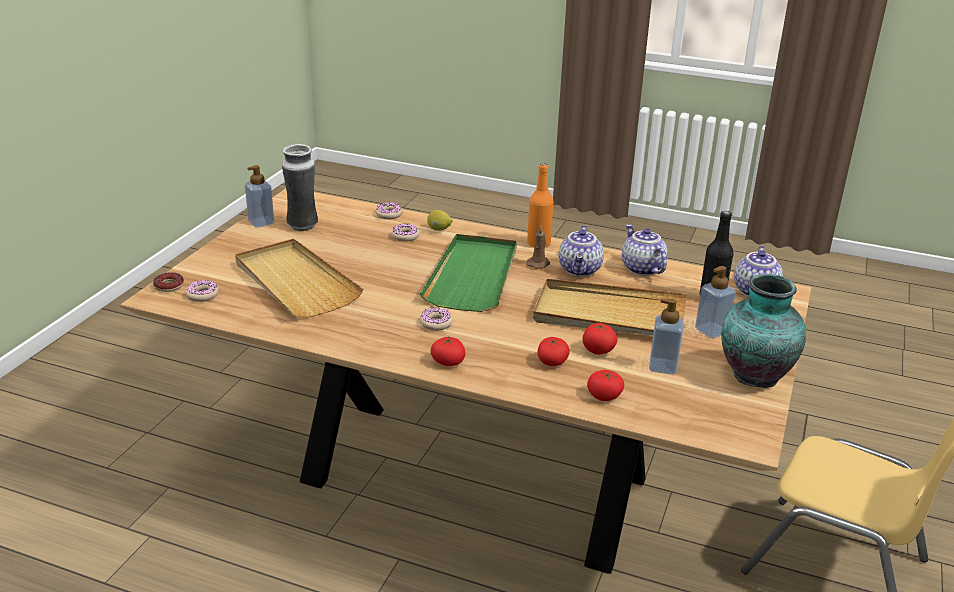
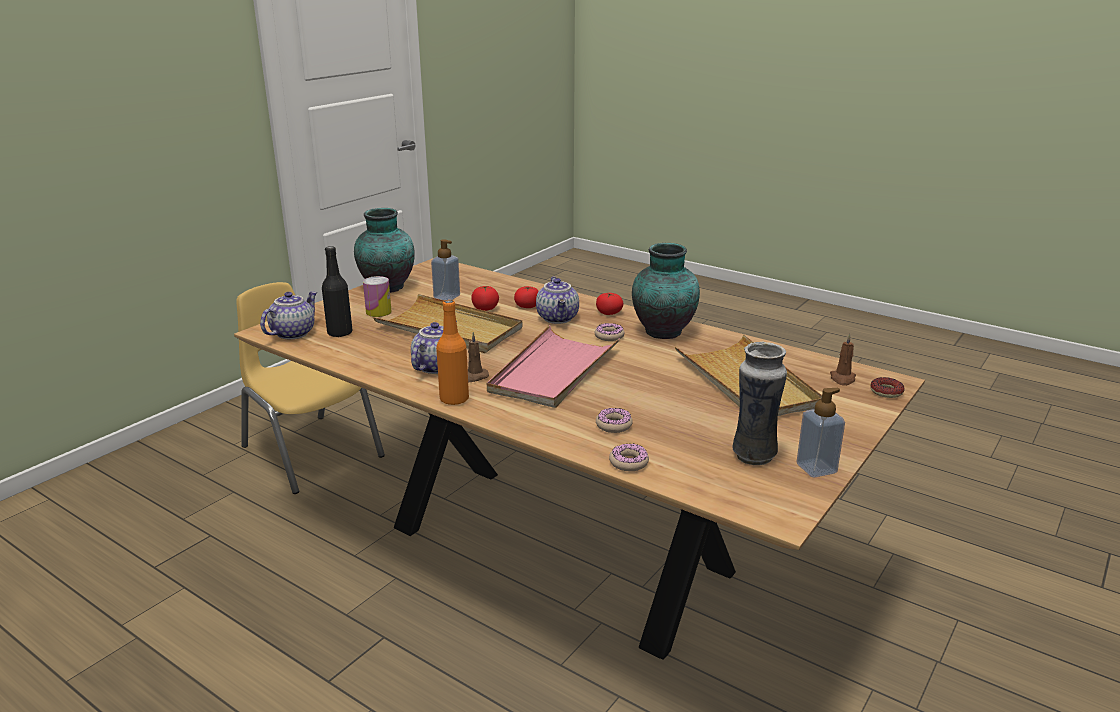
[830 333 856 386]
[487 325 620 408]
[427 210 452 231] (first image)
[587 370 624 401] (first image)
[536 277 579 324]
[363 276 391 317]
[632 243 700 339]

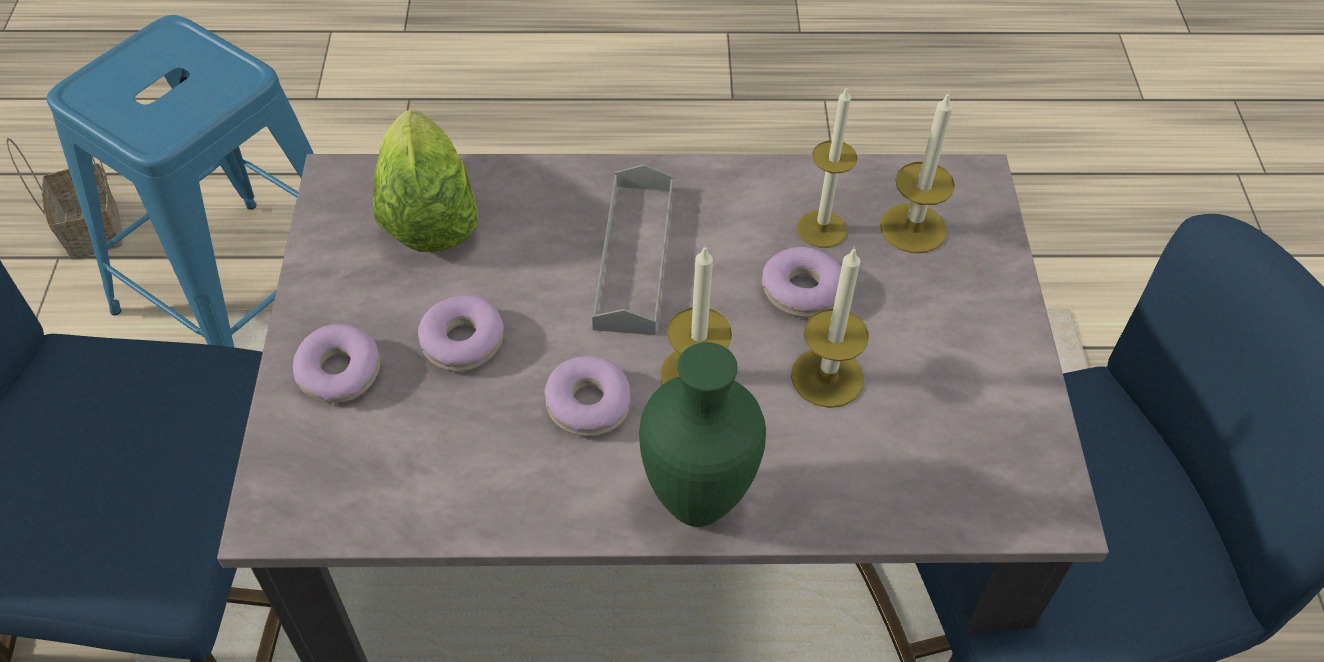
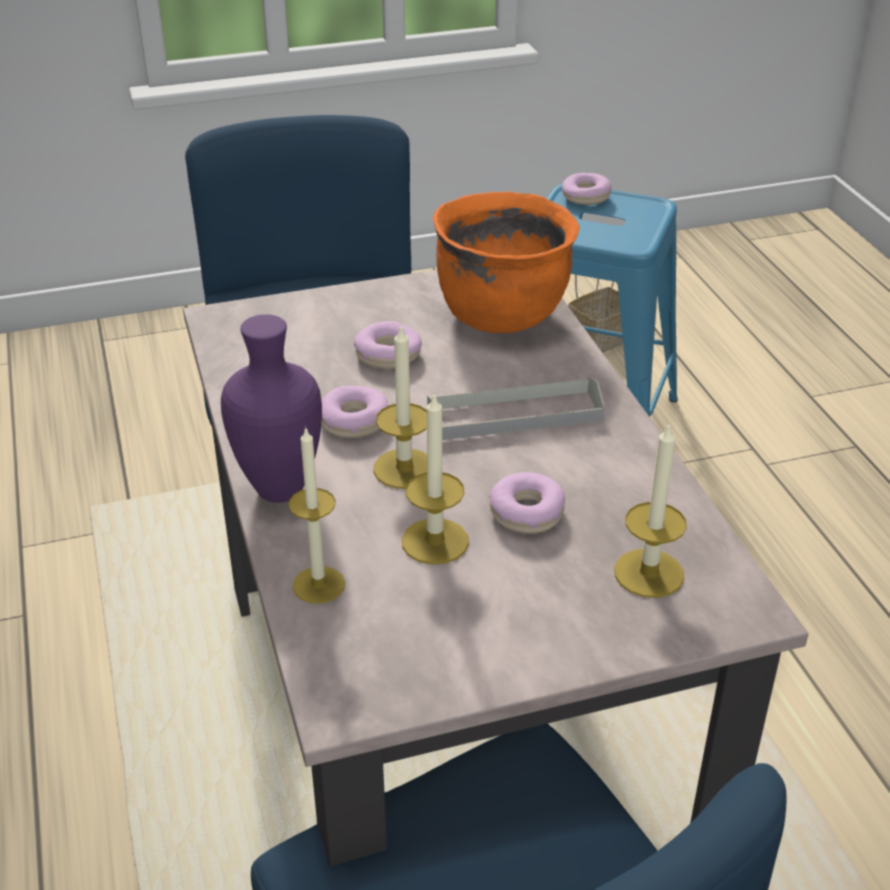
[562 173 612 205]
[433 191 580 333]
[221 314 322 503]
[288 426 345 603]

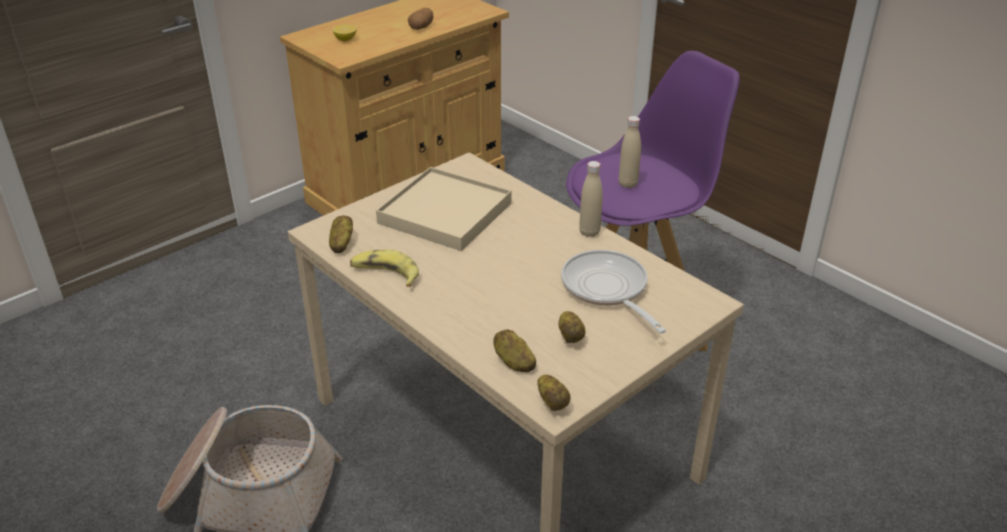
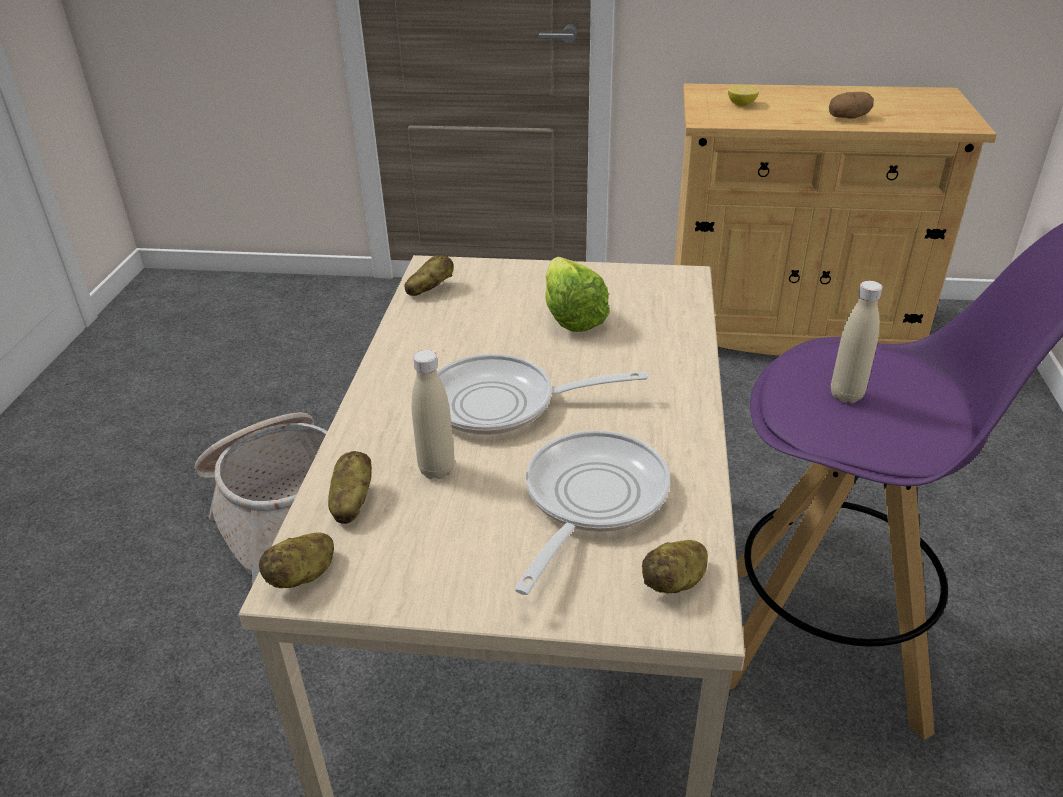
[350 249 419 287] (first image)
[545 257 610 332]
[642 540 708 593]
[412 350 455 479]
[437 354 648 435]

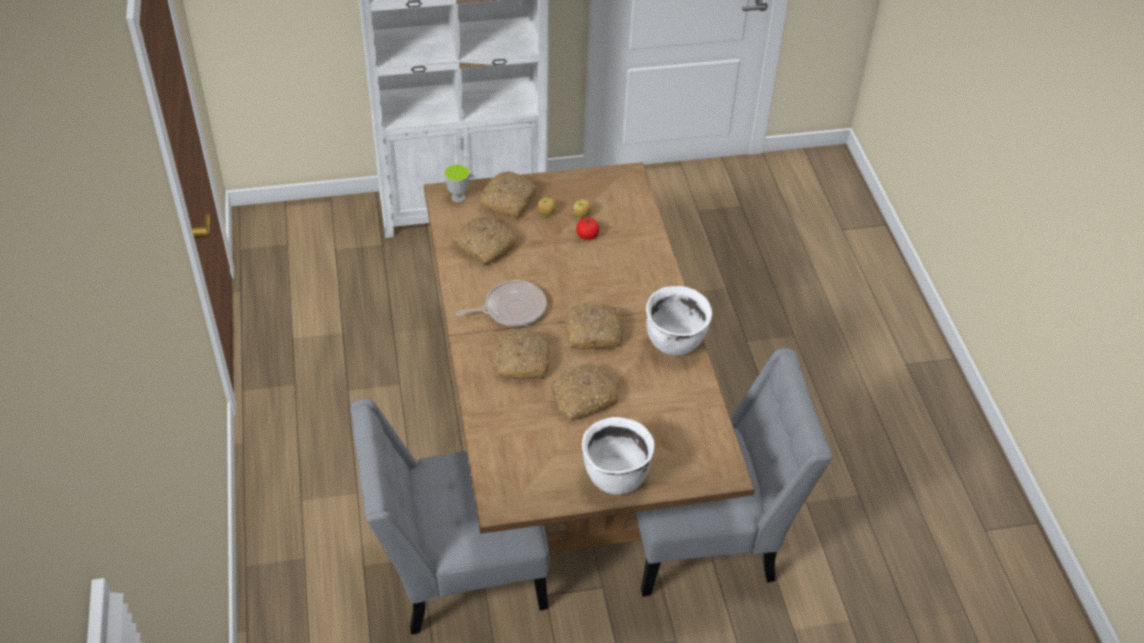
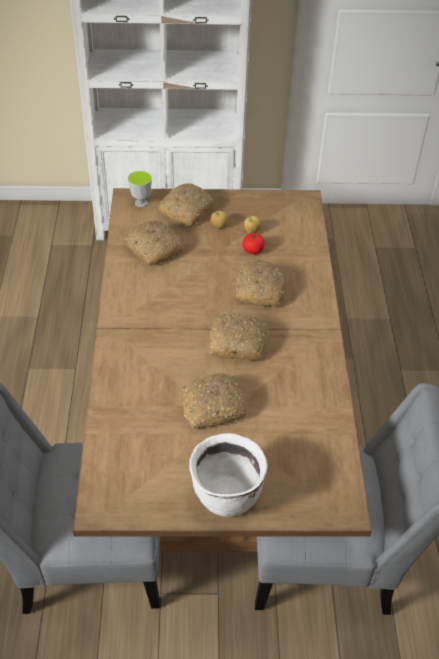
[456 280 546 327] (first image)
[236 260 286 307]
[646 286 712 356] (first image)

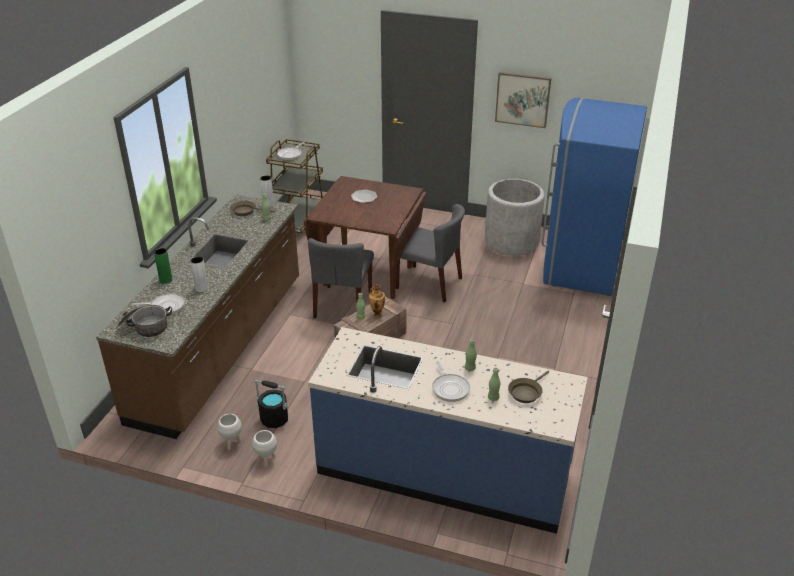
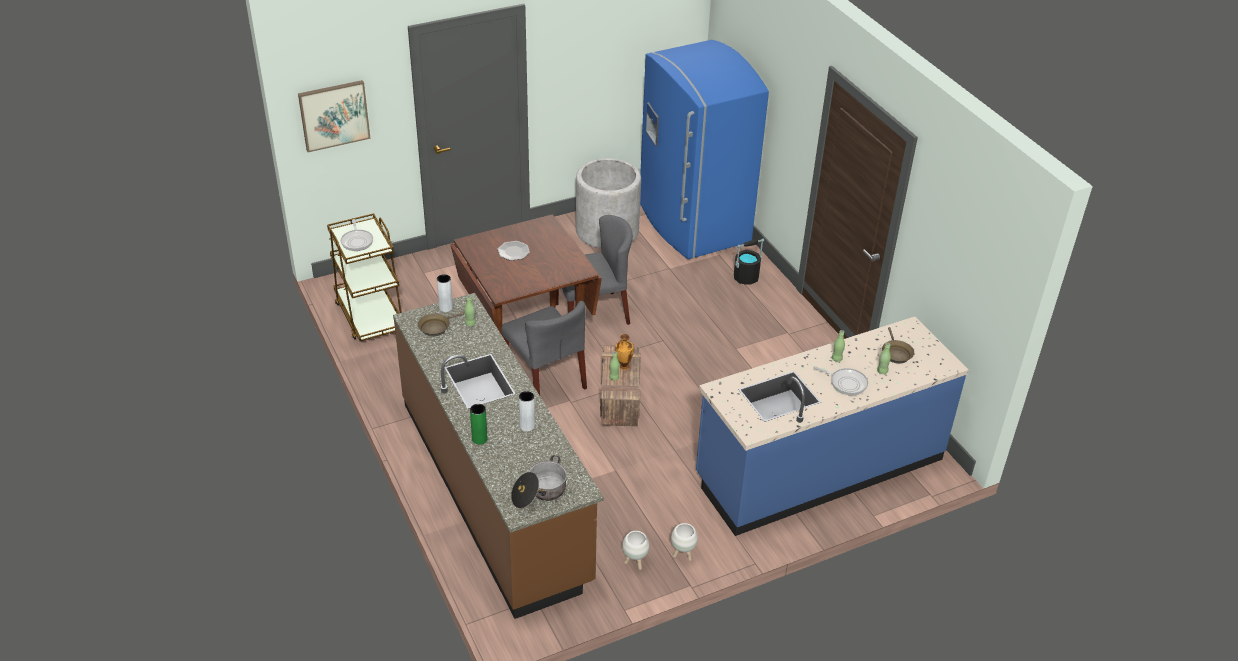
[132 293 185 315] (first image)
[734 239 764 285]
[298 80 371 152]

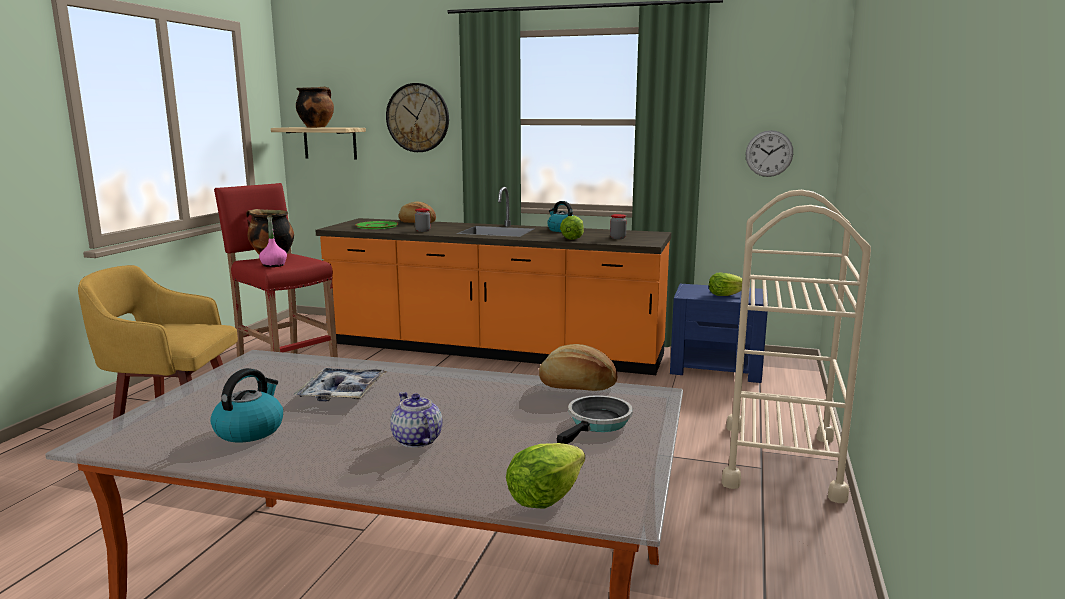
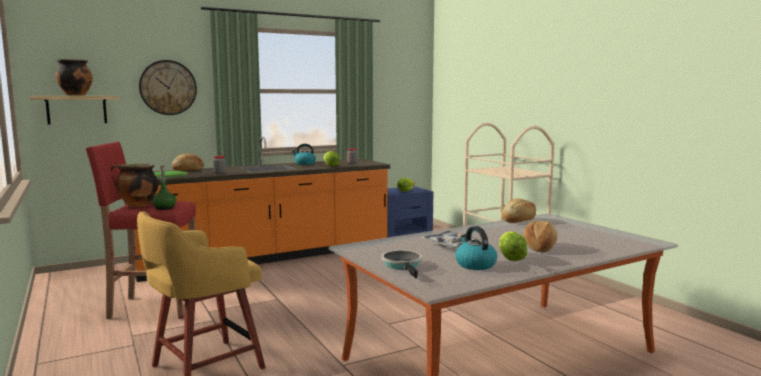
[152 165 176 210]
[524 221 557 253]
[499 231 528 261]
[382 250 422 279]
[745 130 793 177] (first image)

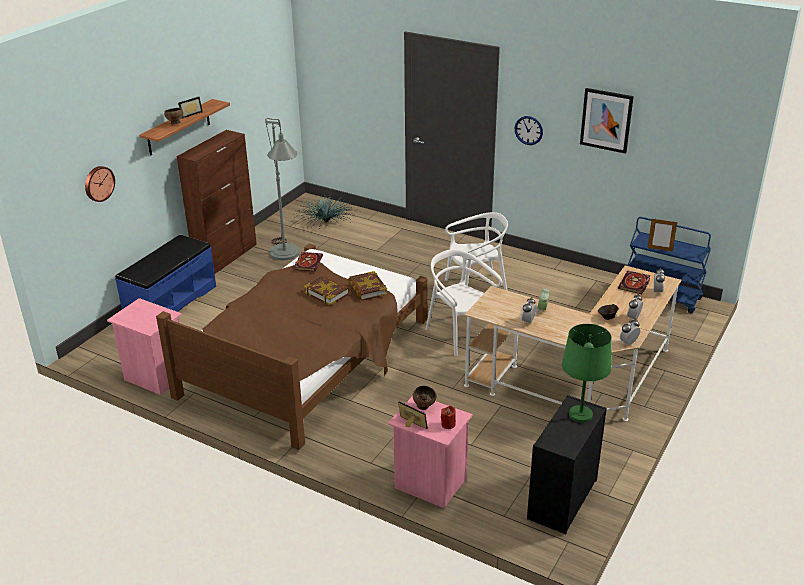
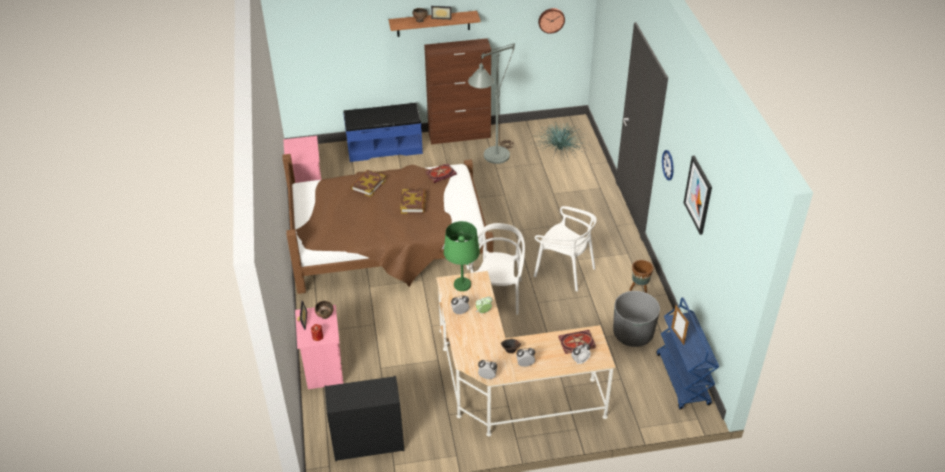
[538 8 565 34]
[351 170 386 197]
[444 221 480 291]
[613 291 660 347]
[630 260 653 293]

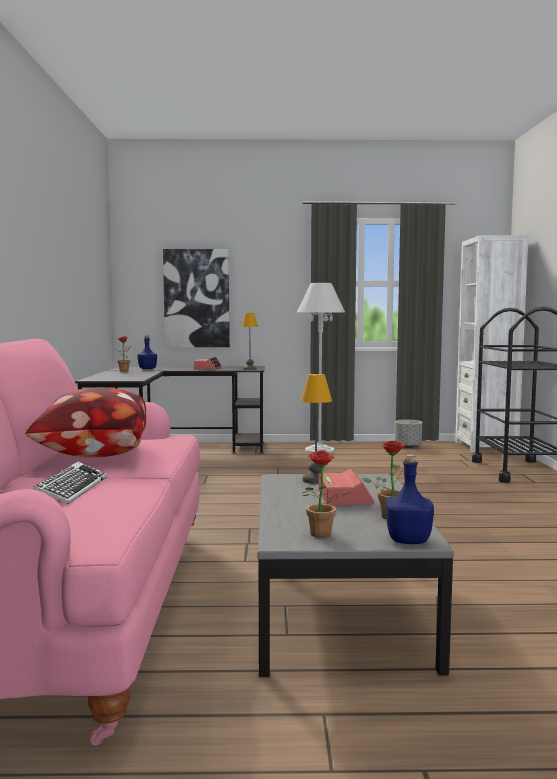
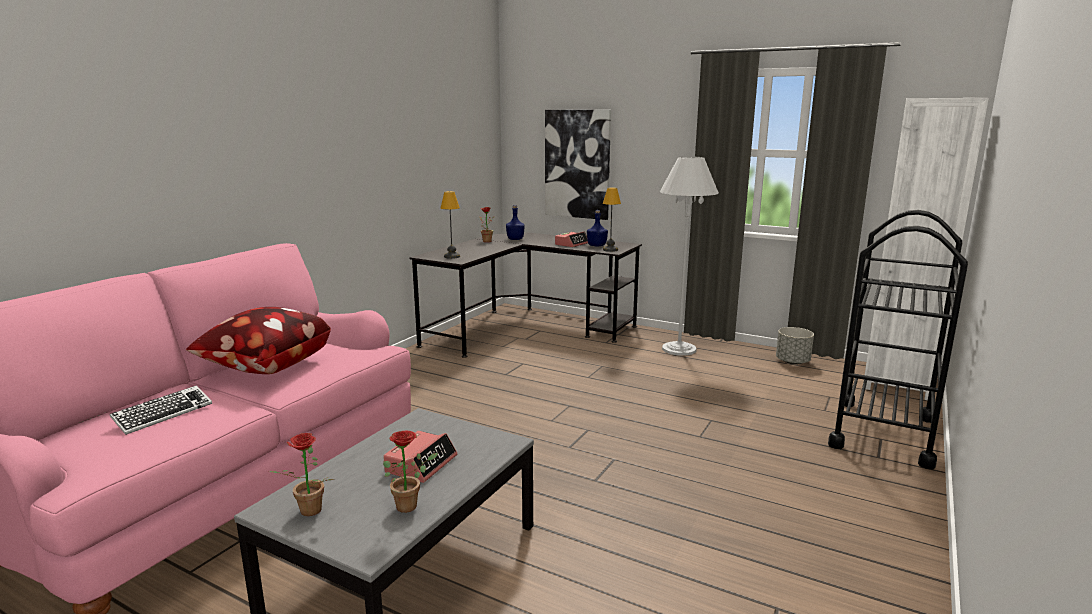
[441 191 460 259]
[587 210 608 247]

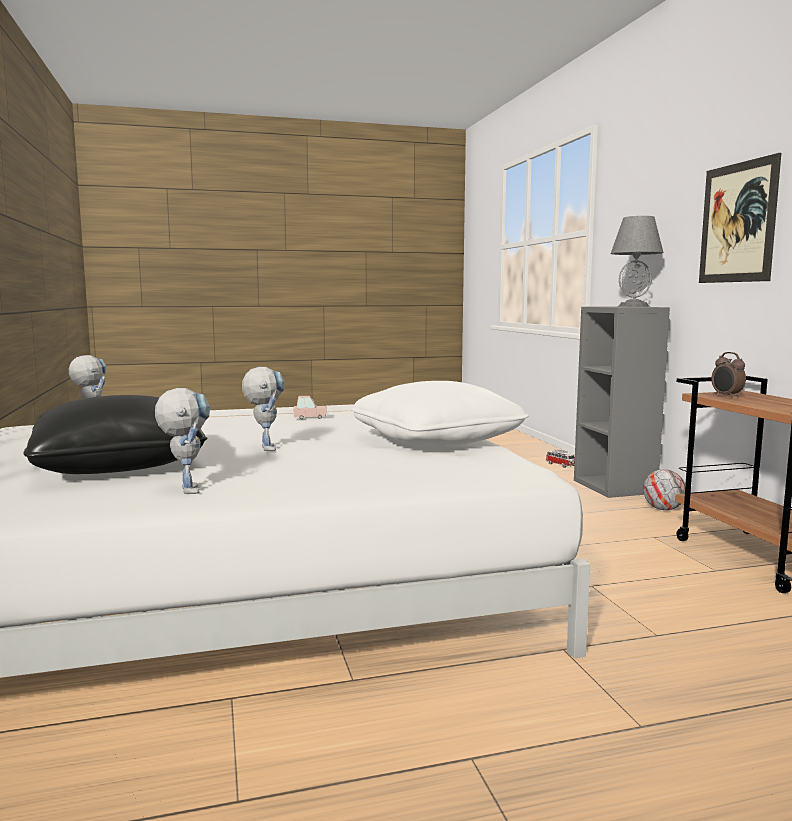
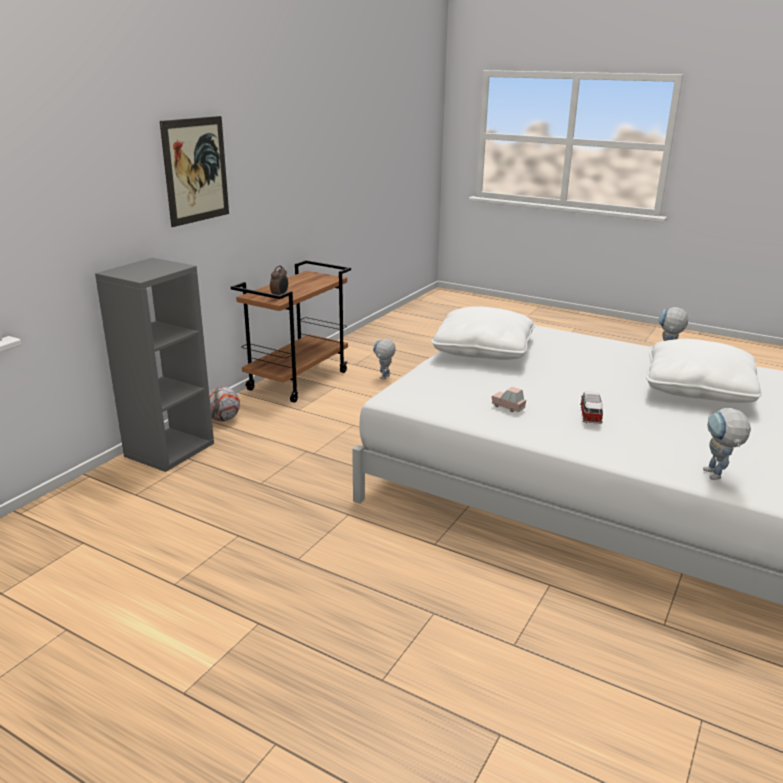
[646 339 762 403]
[373 339 396 379]
[580 392 603 424]
[610 216 664 307] (first image)

